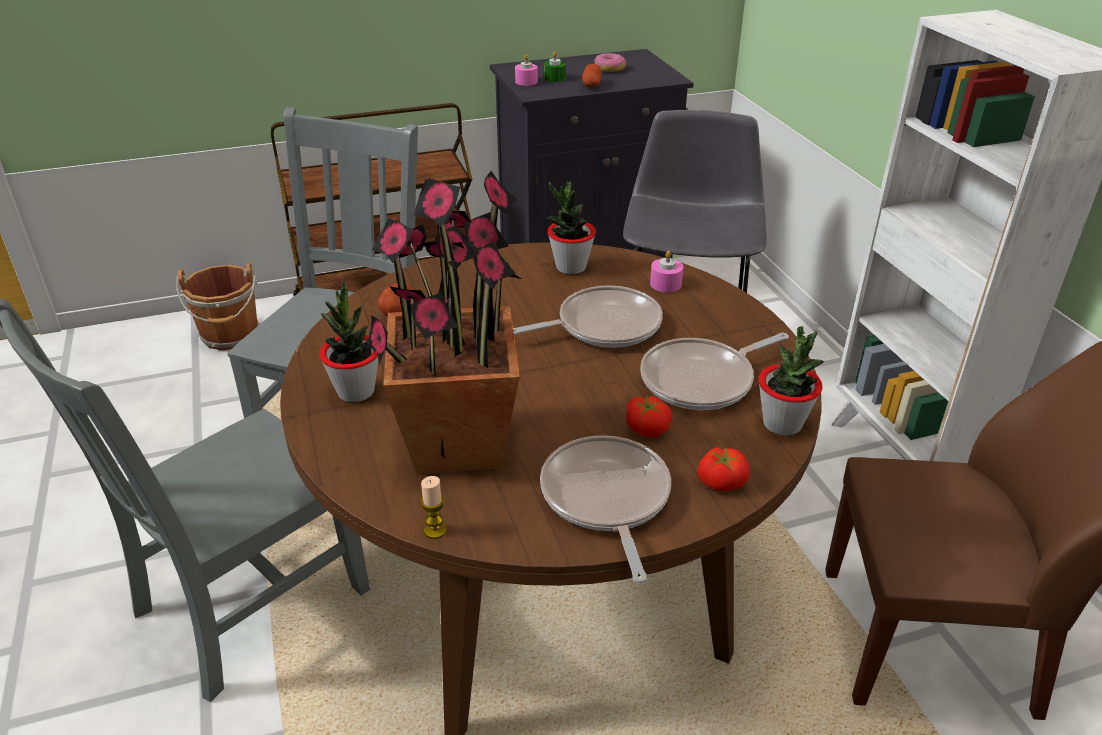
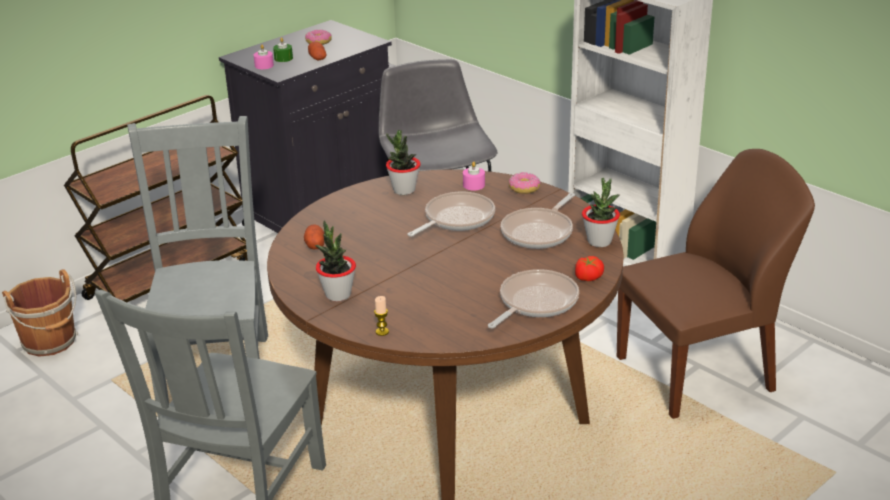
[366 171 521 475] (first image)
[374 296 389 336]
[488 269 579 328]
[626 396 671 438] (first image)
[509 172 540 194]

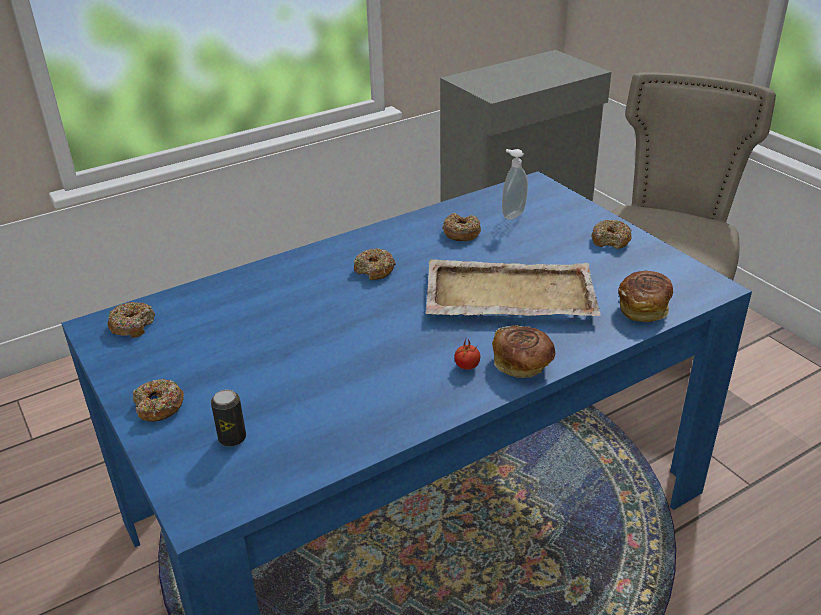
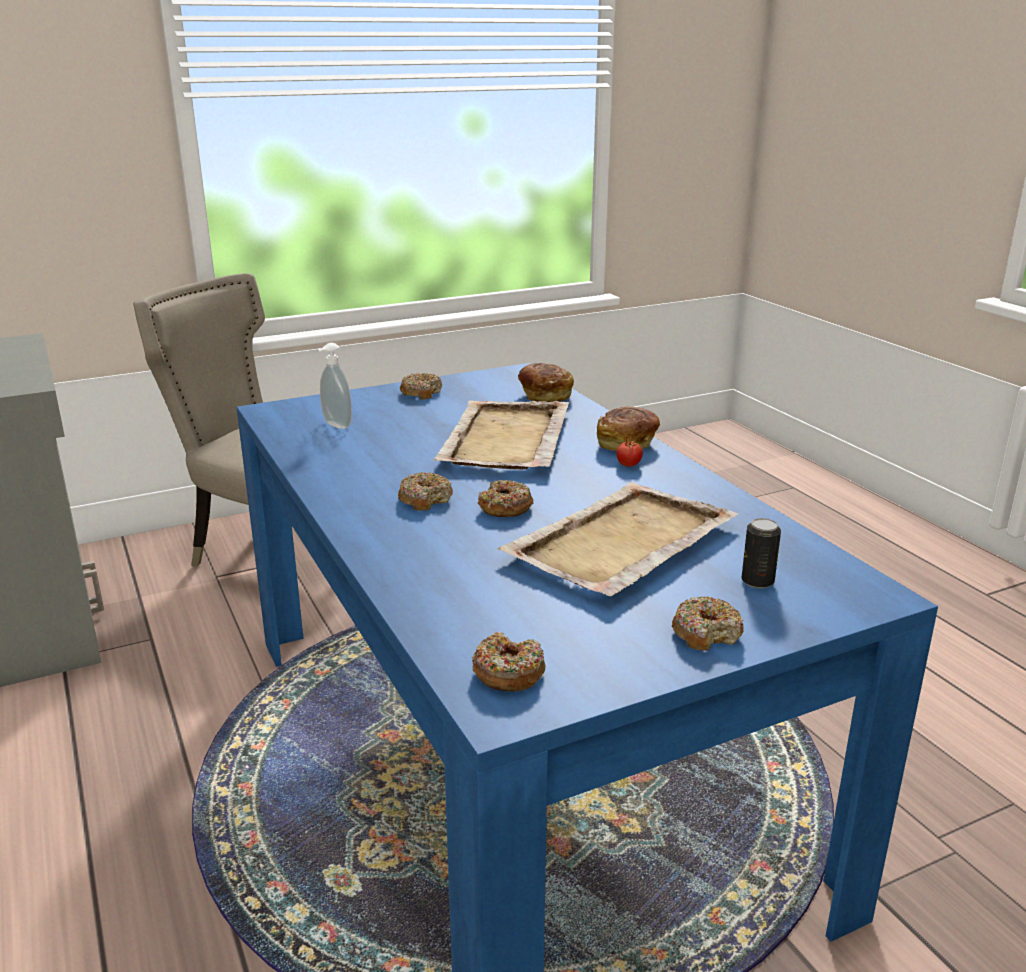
[478 480 534 517]
[497 482 738 596]

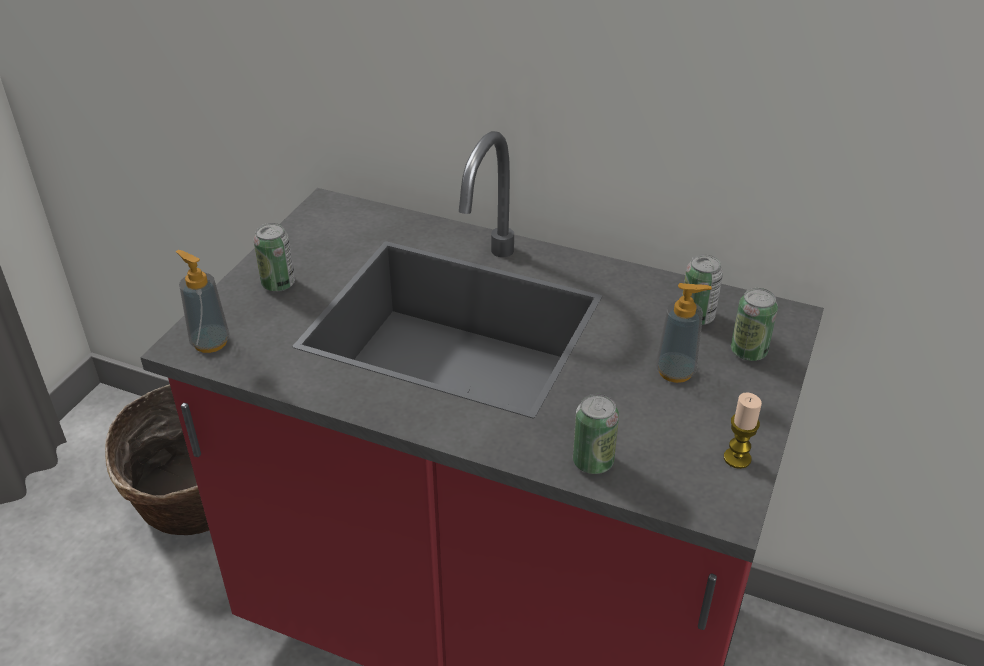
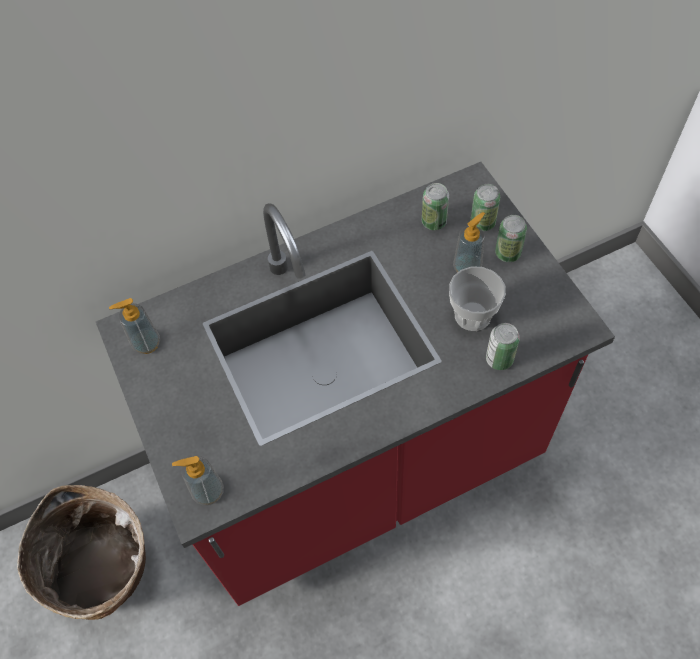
[495 215 527 262]
[724 392 762 469] (first image)
[109 298 160 354]
[449 266 506 331]

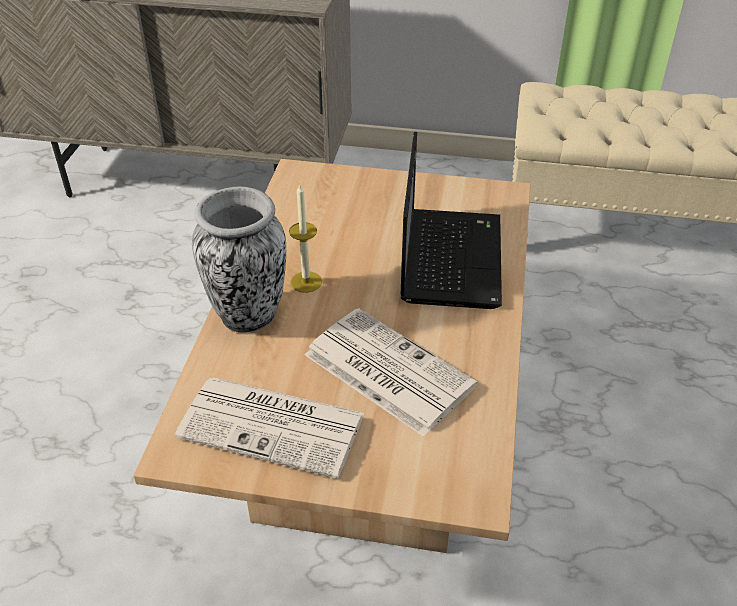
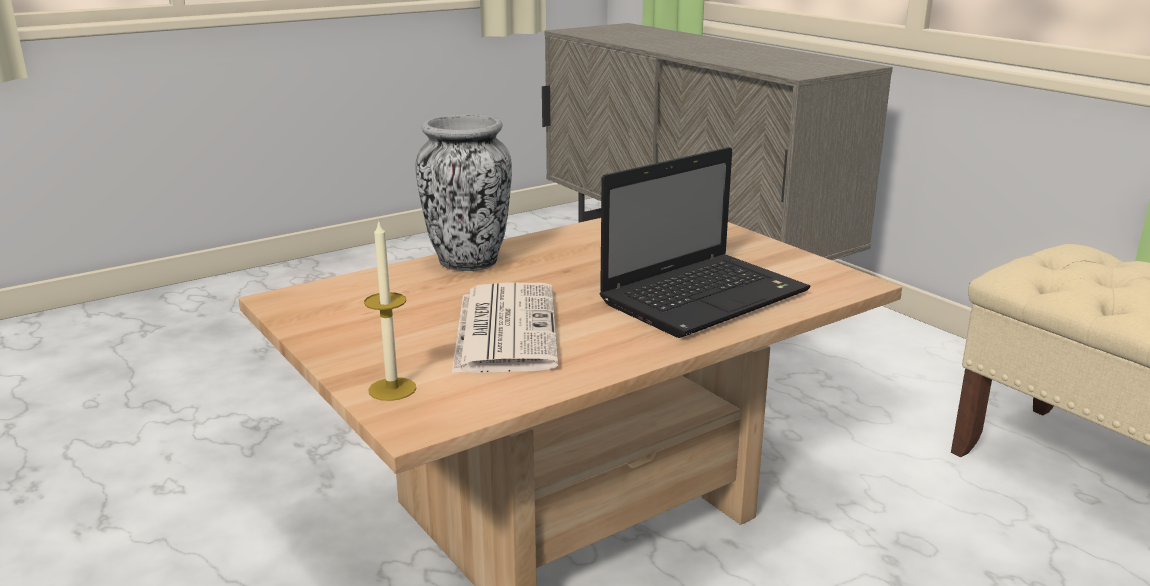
[175 377 365 479] (first image)
[364 220 416 401]

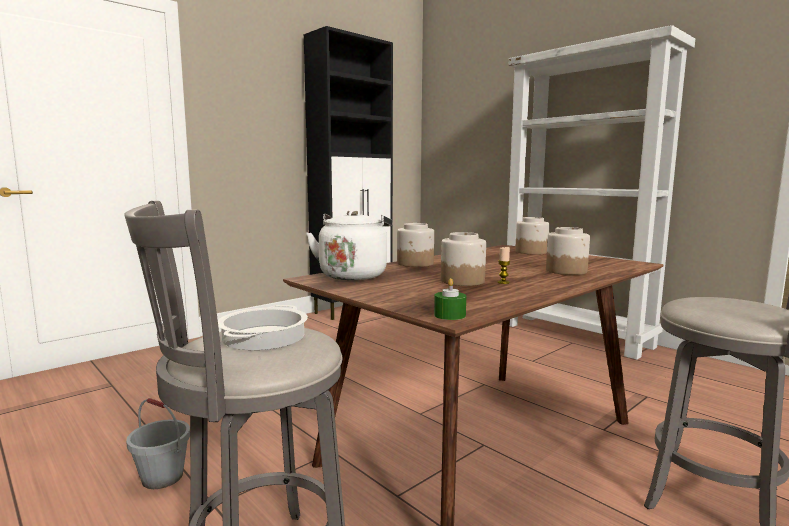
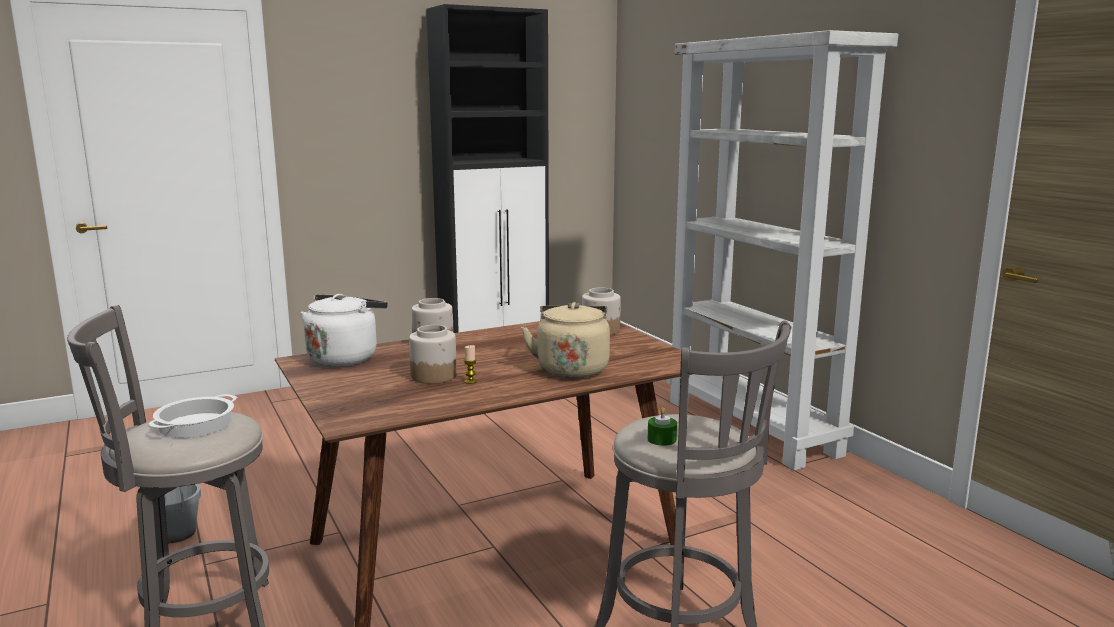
[647 407 677 446]
[521 302 610 378]

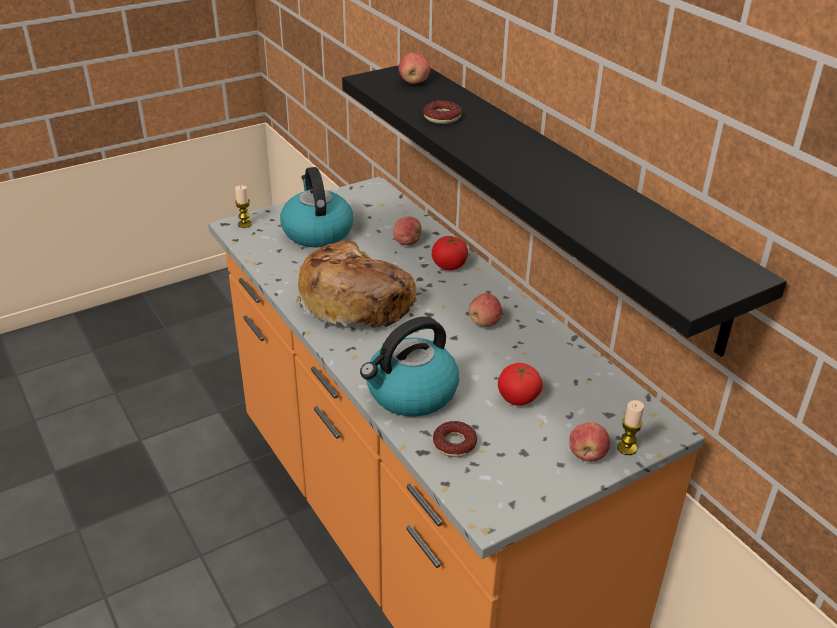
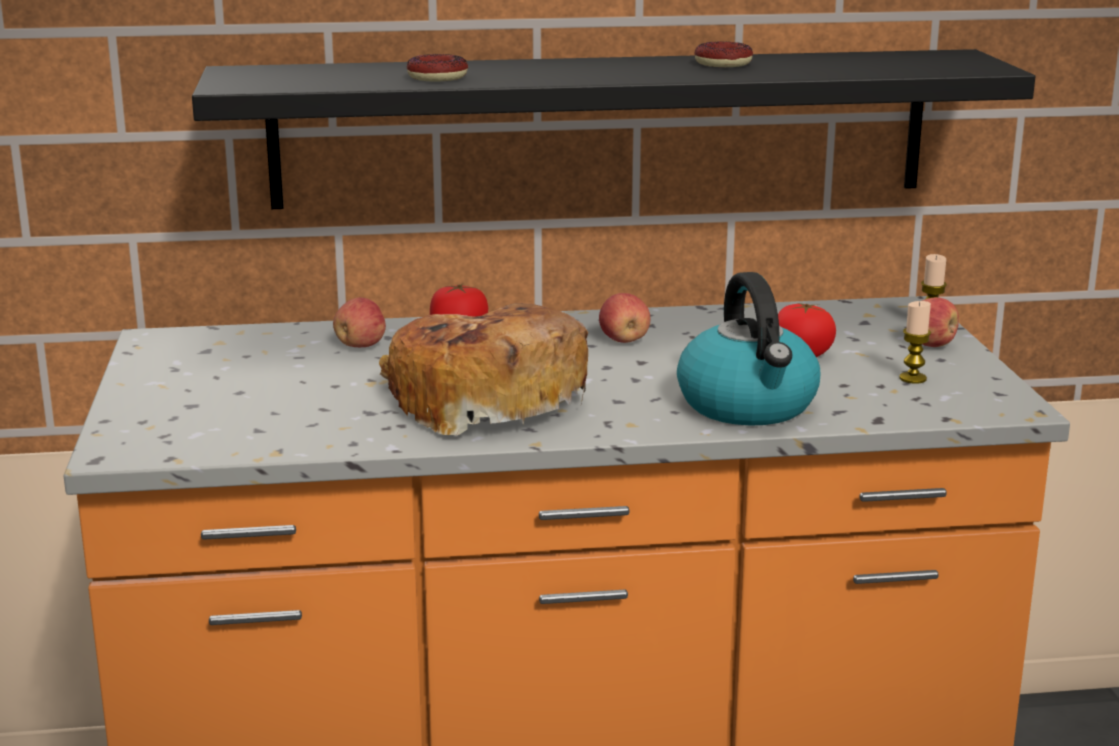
[899 301 931 384]
[280 167 354 248] (first image)
[399 52 430 84] (first image)
[694 42 753 67]

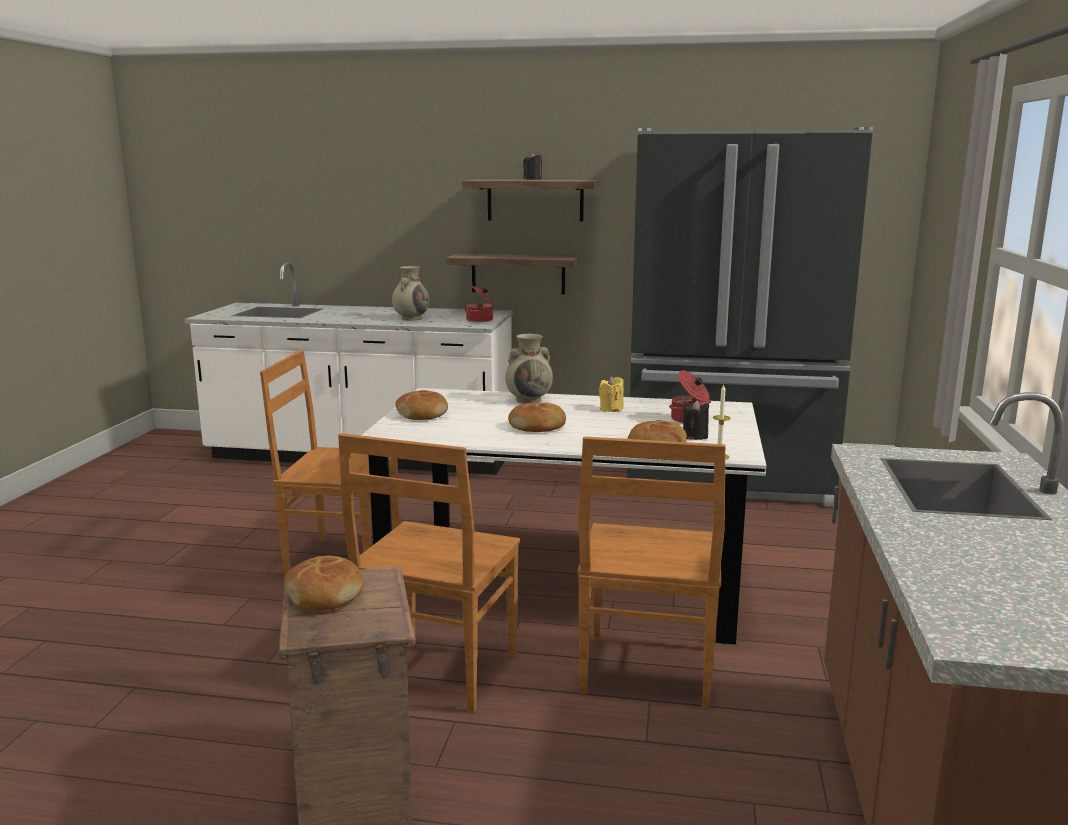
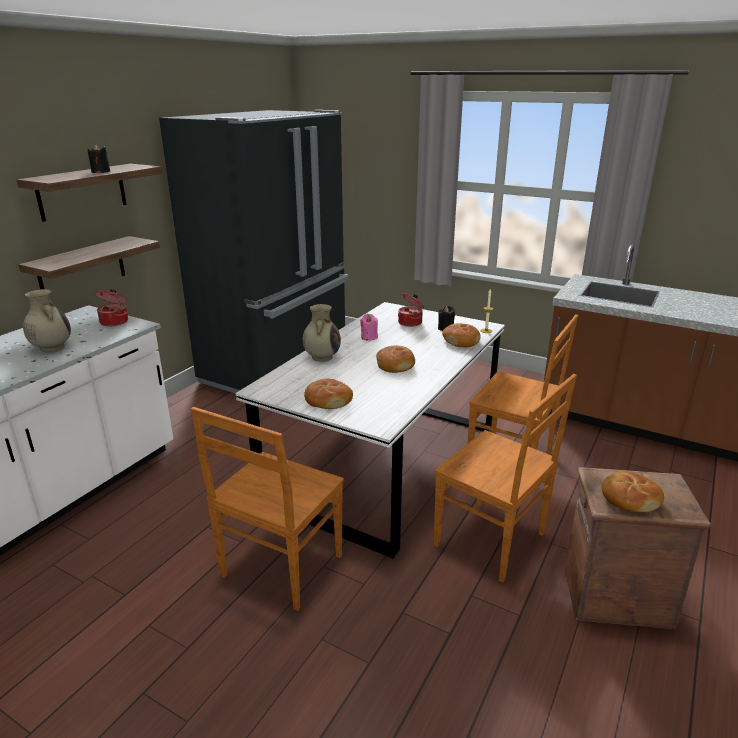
[360 314 378 341]

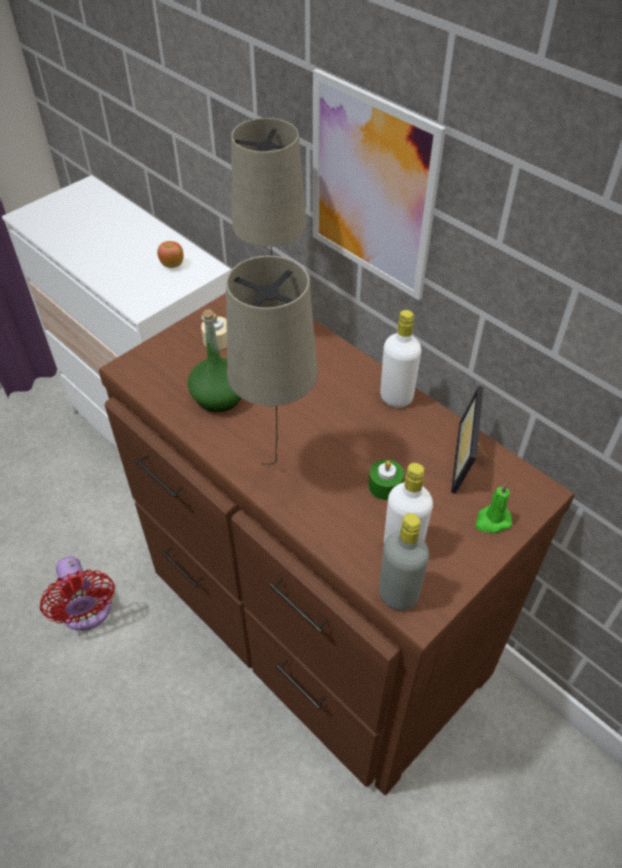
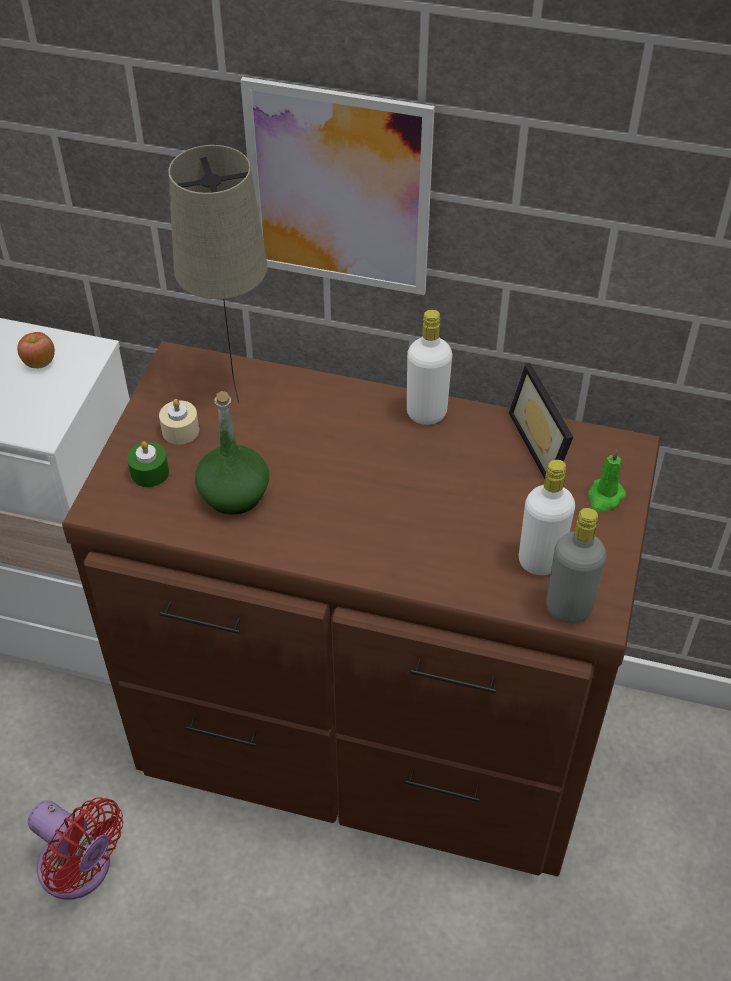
[226 256 318 465] (first image)
[127 441 169 487]

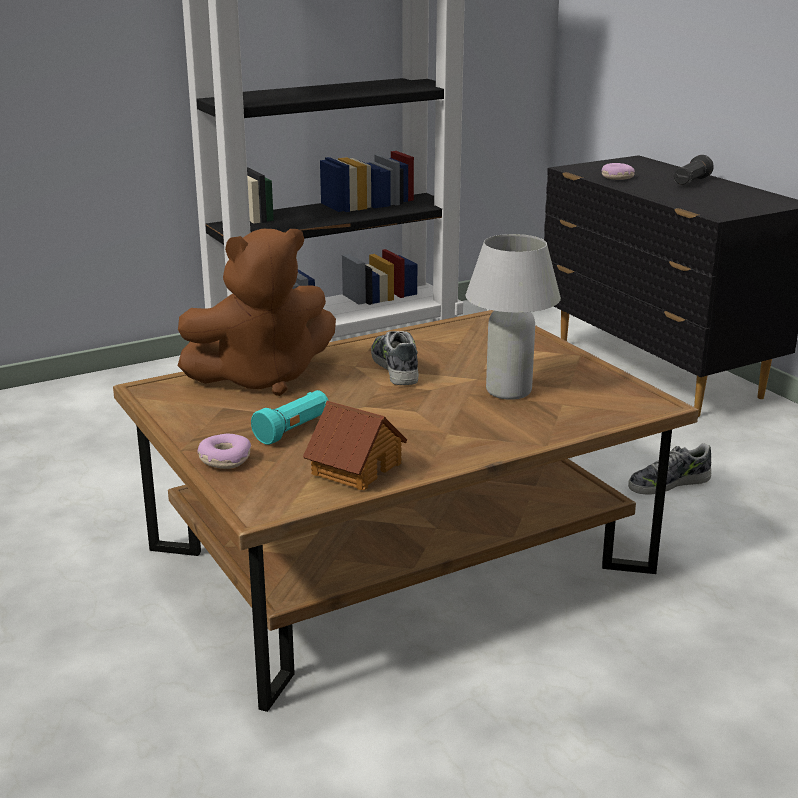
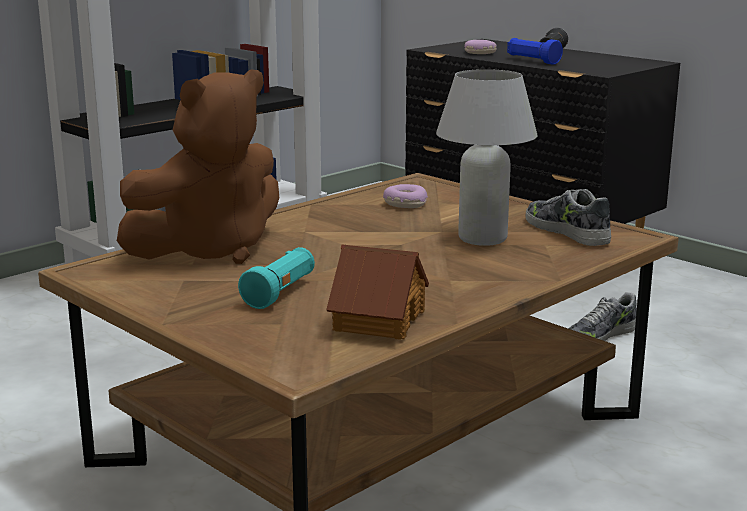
[383 184 428 208]
[525 189 611 246]
[507 38 563 65]

